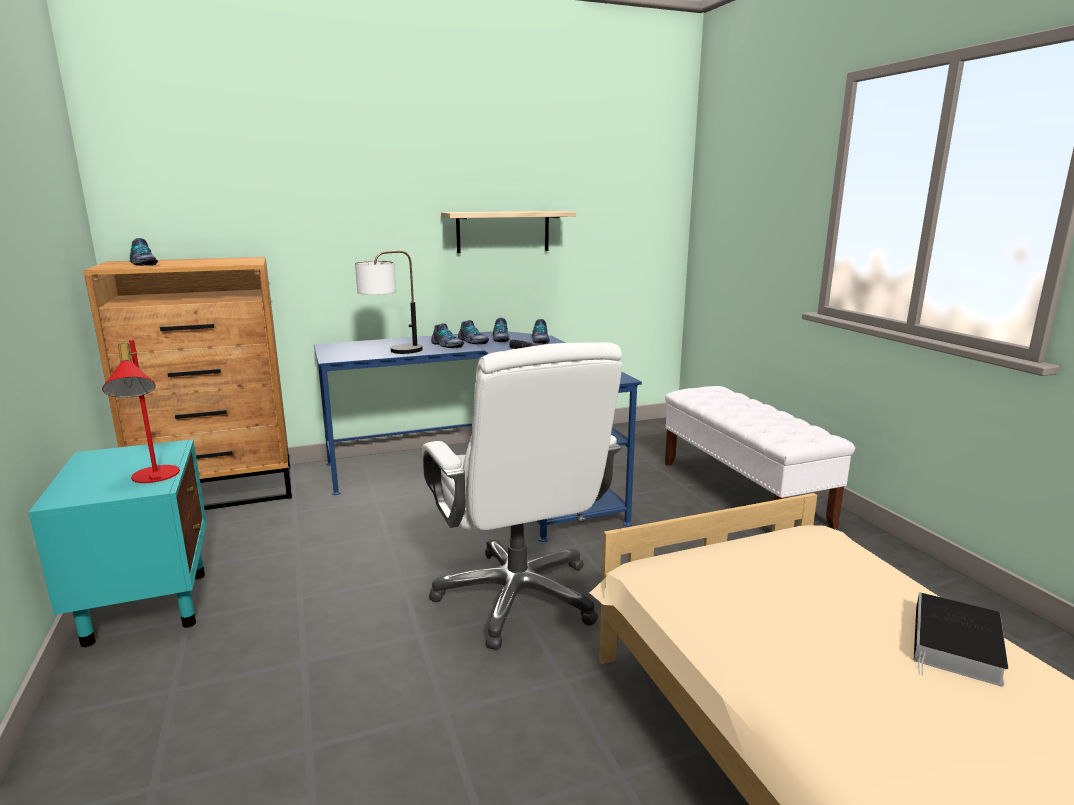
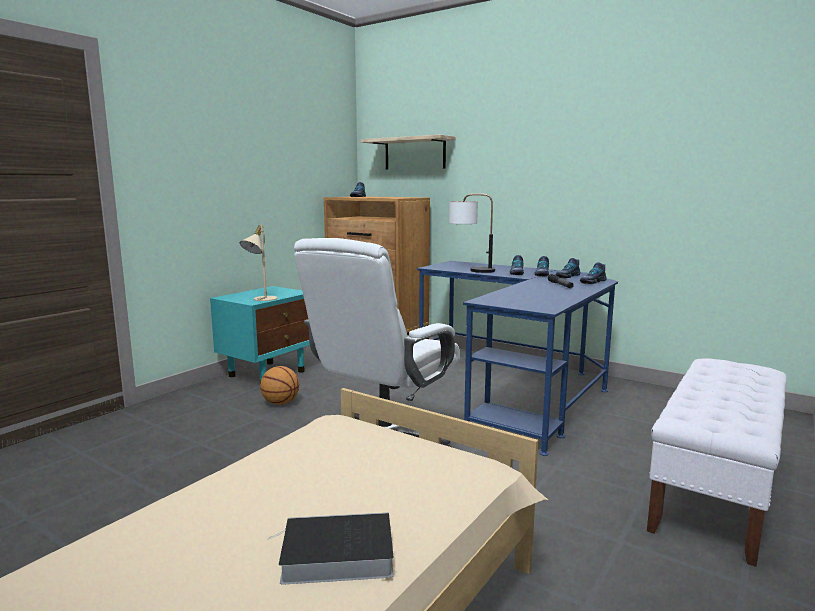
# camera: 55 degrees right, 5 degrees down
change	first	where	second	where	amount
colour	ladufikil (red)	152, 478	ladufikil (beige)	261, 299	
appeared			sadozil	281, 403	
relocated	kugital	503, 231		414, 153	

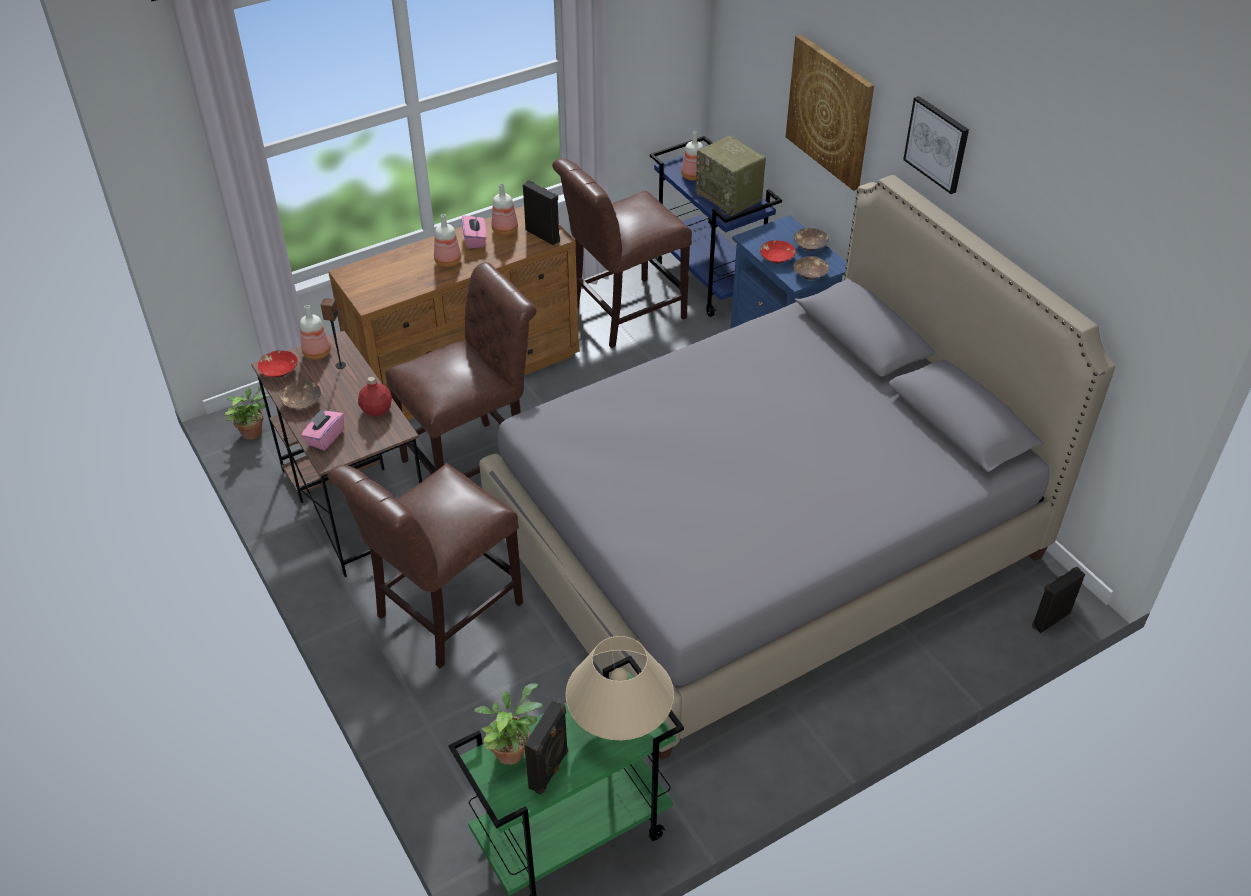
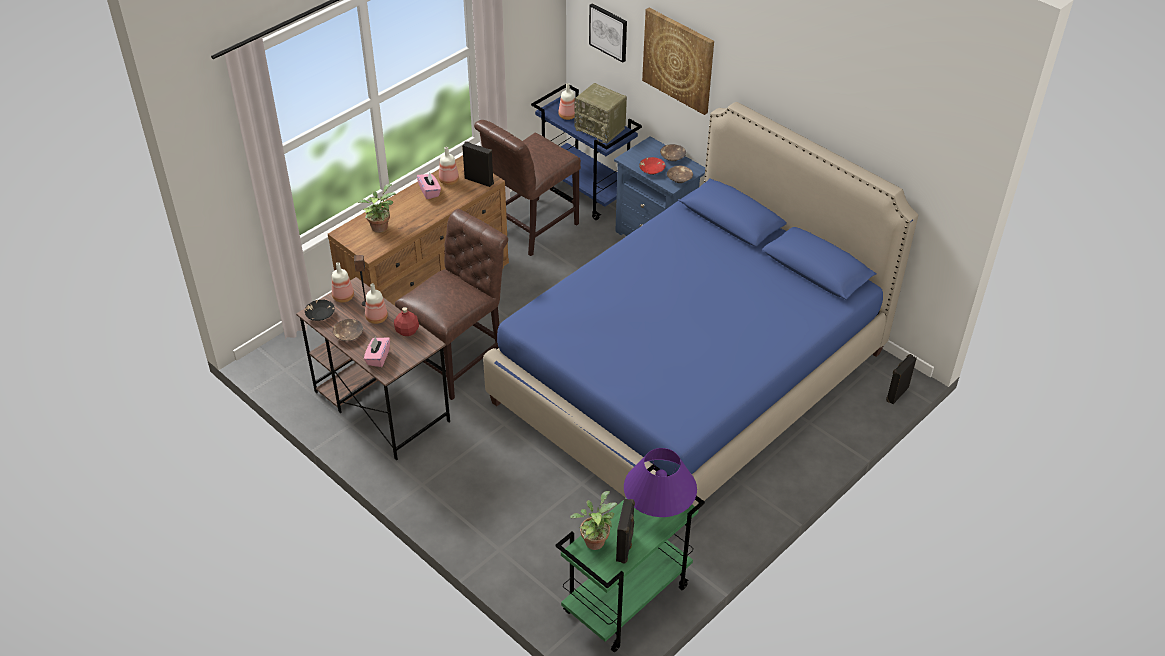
# camera: 15 degrees left, 0 degrees up
change	first	where	second	where	amount
colour	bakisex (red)	279, 370	bakisex (black)	320, 314	
relocated	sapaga	253, 431		380, 226	
relocated	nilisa	447, 262		376, 318	
colour	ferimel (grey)	764, 540	ferimel (blue)	689, 377	
relocated	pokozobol	937, 144		609, 32	
colour	ladufikil (beige)	620, 719	ladufikil (purple)	659, 506	
missing	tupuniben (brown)	442, 613			

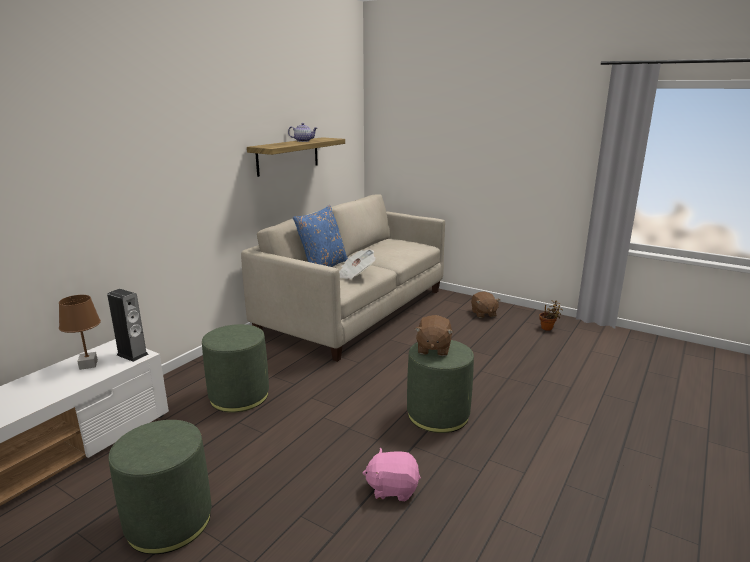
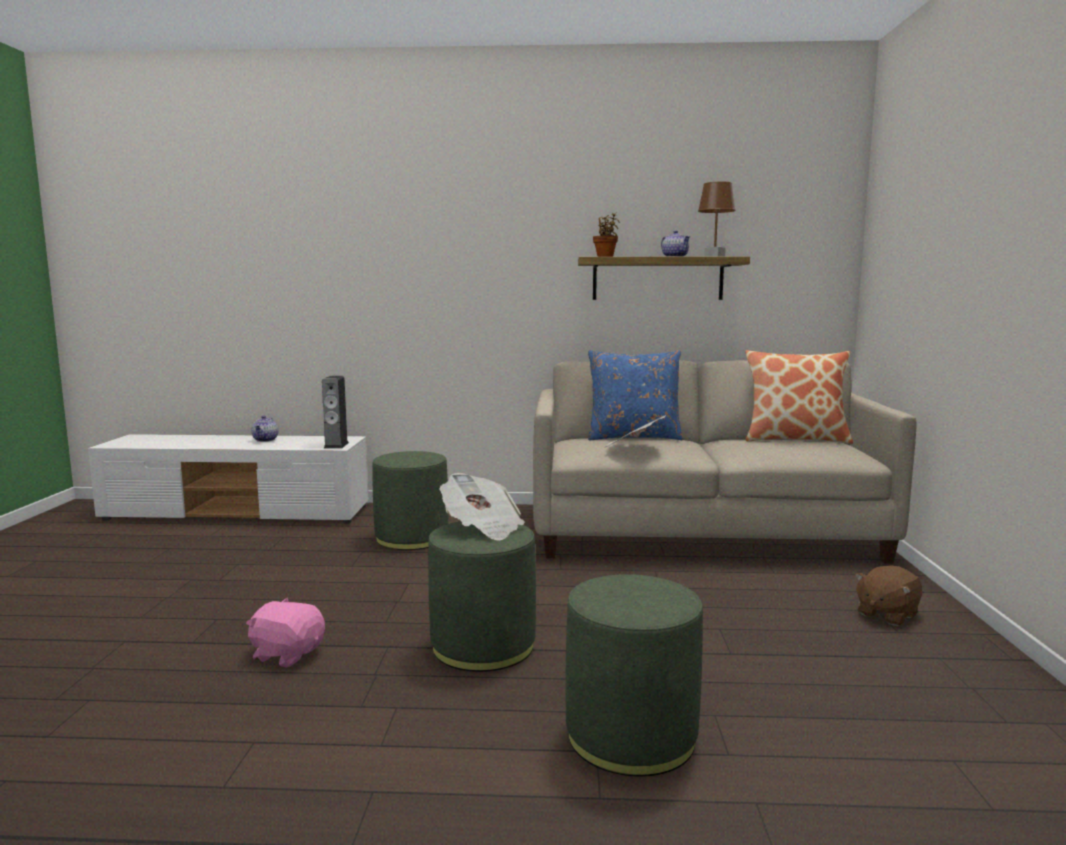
# camera: 60 degrees right, 10 degrees down
change	first	where	second	where	amount
spun	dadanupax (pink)	392, 488		287, 654	45 degrees counterclockwise
appeared			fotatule	265, 440	
exchanged	dadanupax (brown)	433, 349	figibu	482, 528	
relocated	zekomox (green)	169, 521		631, 735	
relocated	sapaga	548, 328		605, 257	
relocated	ladufikil (brown)	88, 365		714, 257	
appeared			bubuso	795, 439	

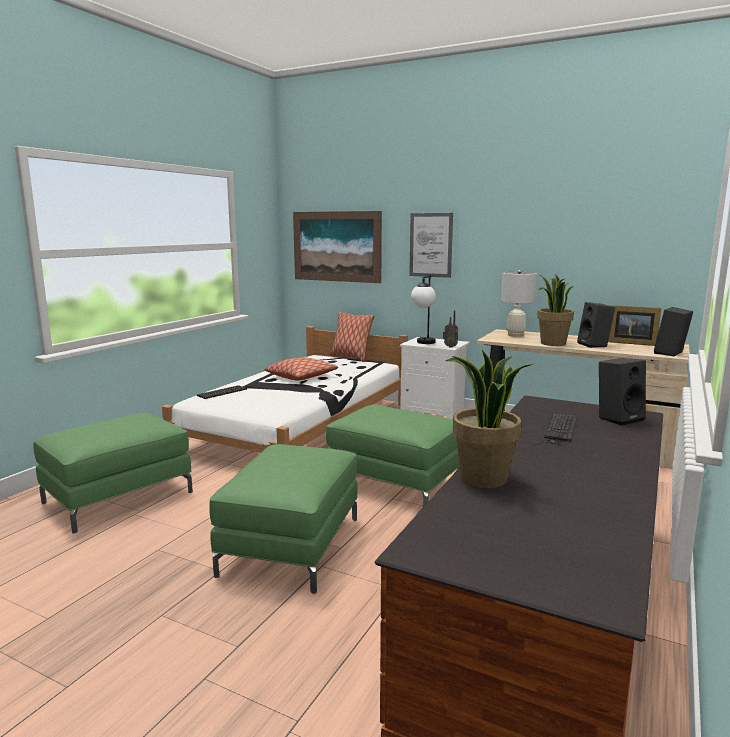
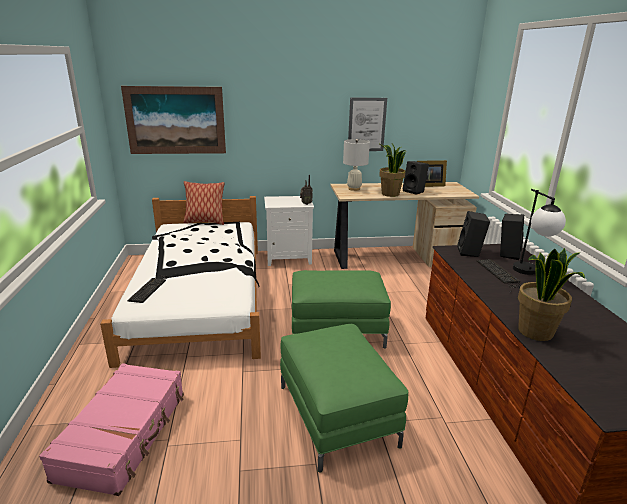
# camera: 35 degrees left, 10 degrees up
change	first	where	second	where	amount
exchanged	zekomox (green)	118, 497	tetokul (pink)	125, 434	
relocated	pokozobol	431, 245		367, 124	
relocated	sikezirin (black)	671, 353		470, 252	
relocated	ladufikil	423, 343		530, 274	
missing	bubuso	301, 377			

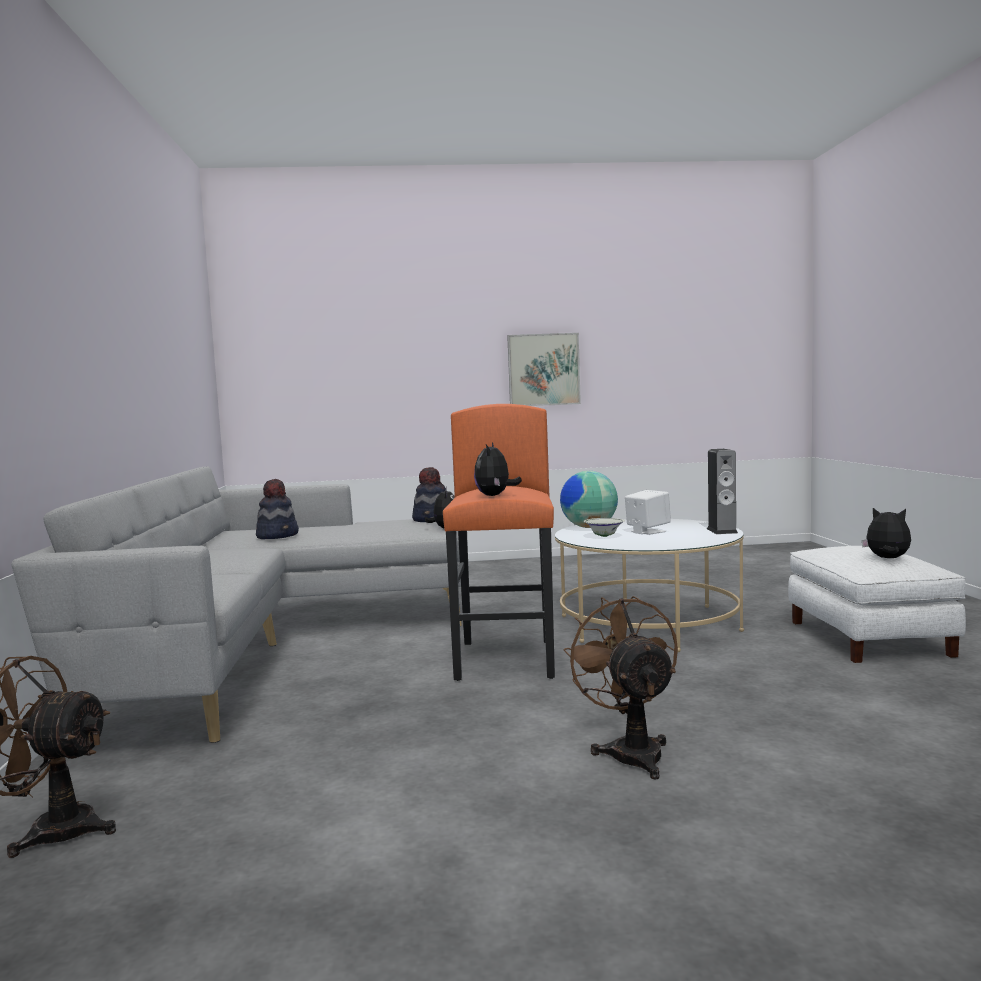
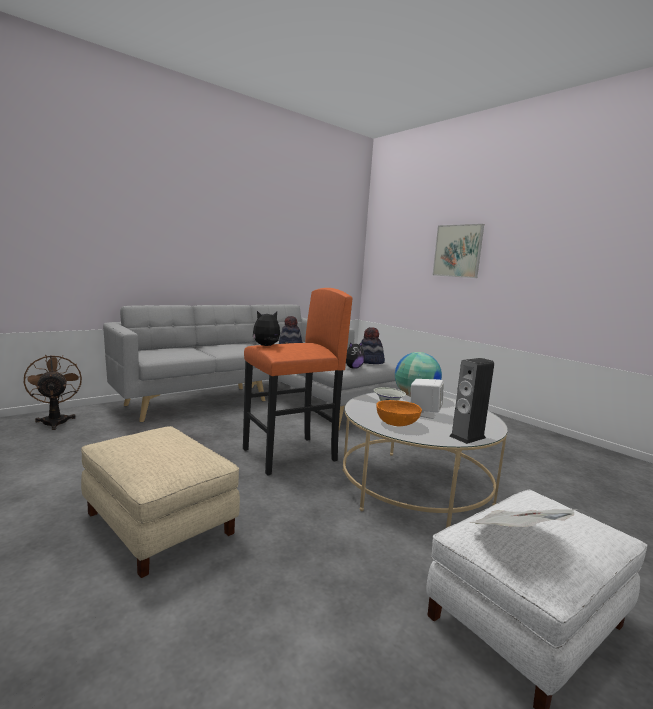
# camera: 55 degrees right, 5 degrees up
change	first	where	second	where	amount
exchanged	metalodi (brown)	631, 751	zekomox (beige)	158, 524	
appeared			bakisex (orange)	397, 423	
relocated	pokozobol	543, 370		457, 251	
exchanged	dadanupax	887, 558	figibu	516, 538	

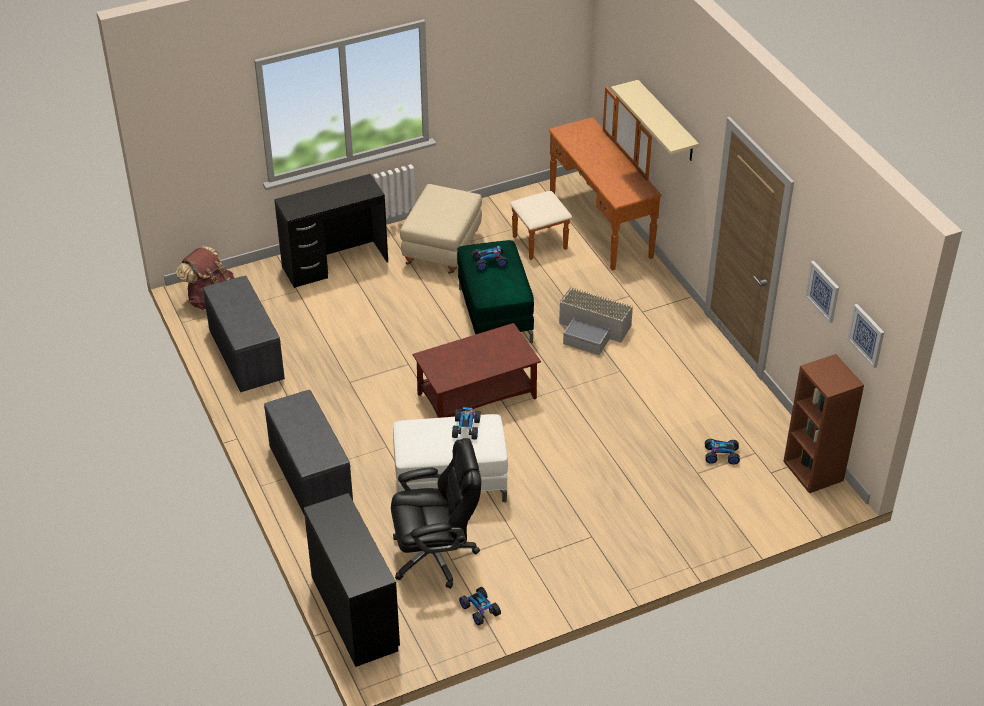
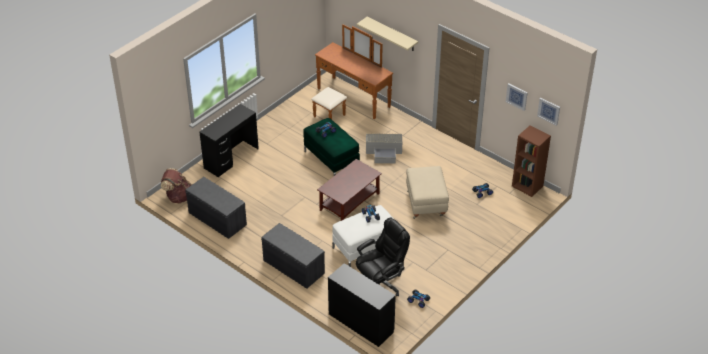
# camera: 25 degrees left, 0 degrees up
change	first	where	second	where	amount
relocated	zekomox (beige)	442, 250		426, 204	

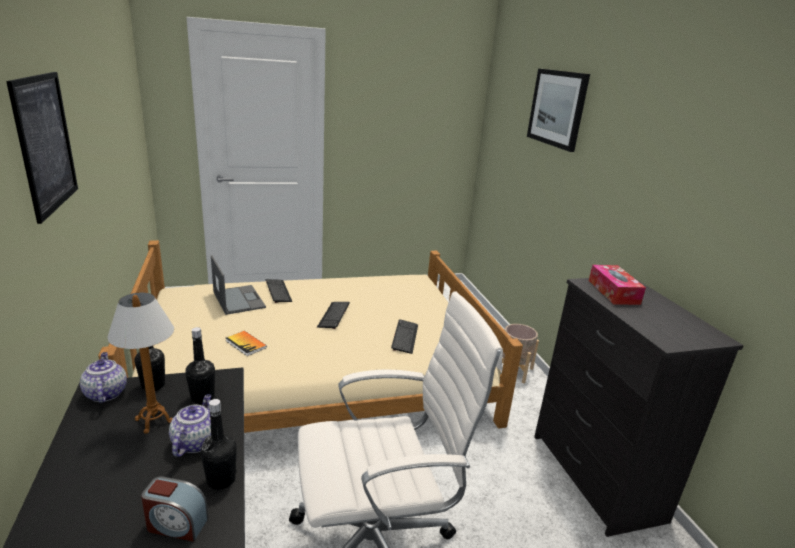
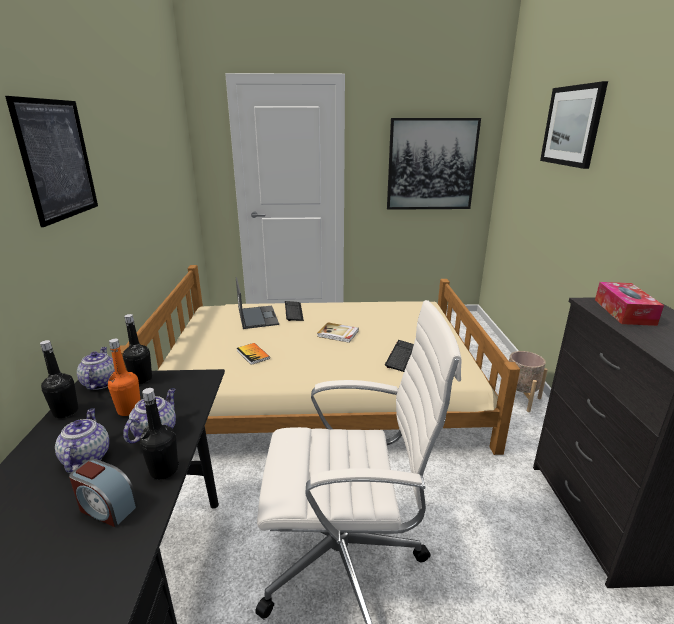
# camera: 15 degrees right, 0 degrees up
change	first	where	second	where	amount
relocated	nilisa (black)	202, 397		66, 412	
appeared			fotatule	86, 457	
exchanged	ladufikil	154, 421	nilisa (orange)	129, 410	
exchanged	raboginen	334, 315	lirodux	338, 334	
appeared			pokozobol	431, 165	

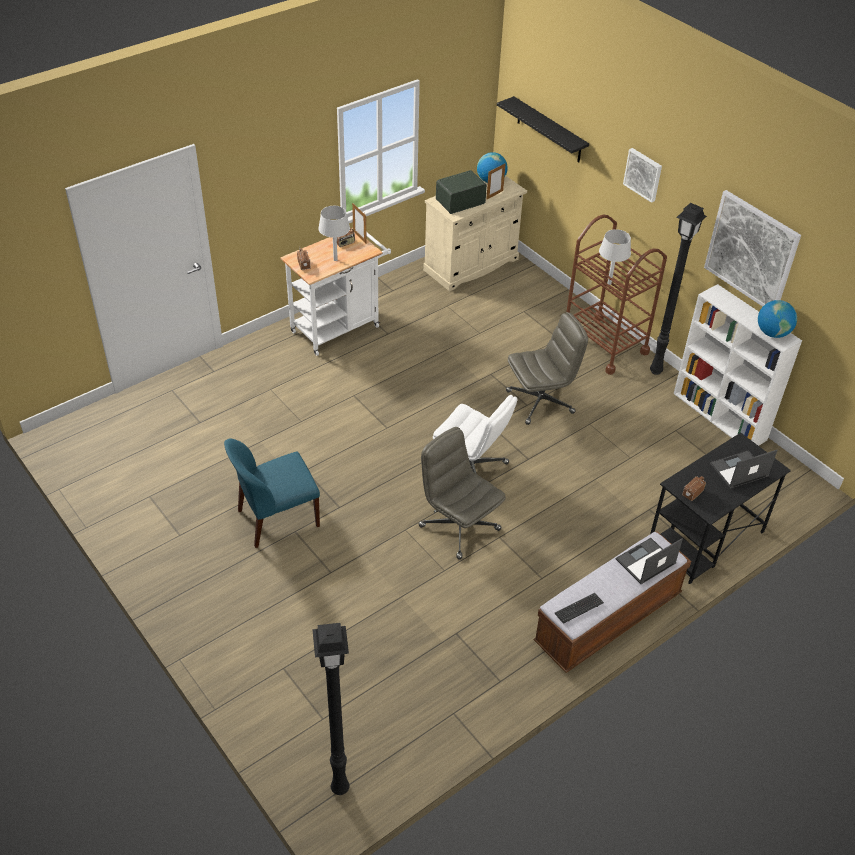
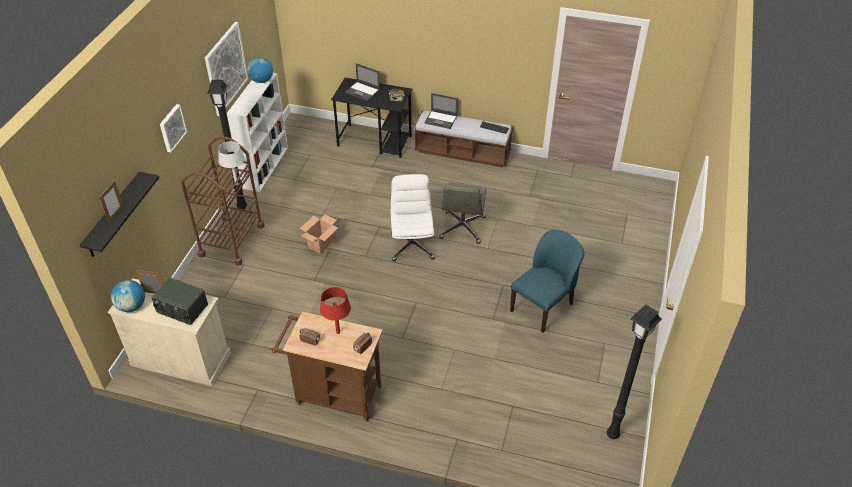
# camera: 125 degrees left, 0 degrees up
change	first	where	second	where	amount
relocated	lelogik	359, 237		116, 214	
colour	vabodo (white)	339, 326	vabodo (brown)	334, 394	
exchanged	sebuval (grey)	541, 401	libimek	321, 244	
colour	ladufikil (grey)	335, 259	ladufikil (red)	338, 332	
spun	tupuniben (blue)	276, 519		542, 307	75 degrees counterclockwise
relocated	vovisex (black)	341, 787		611, 435	

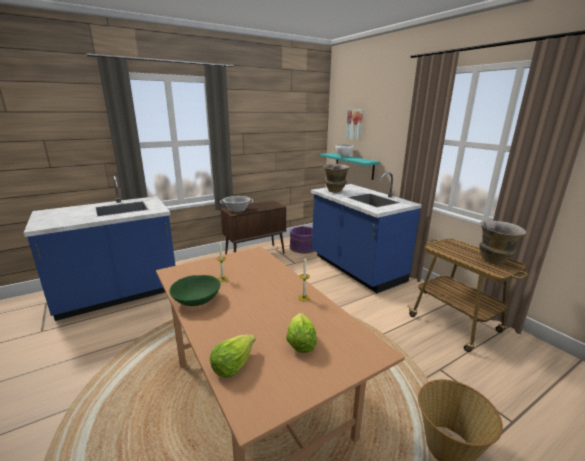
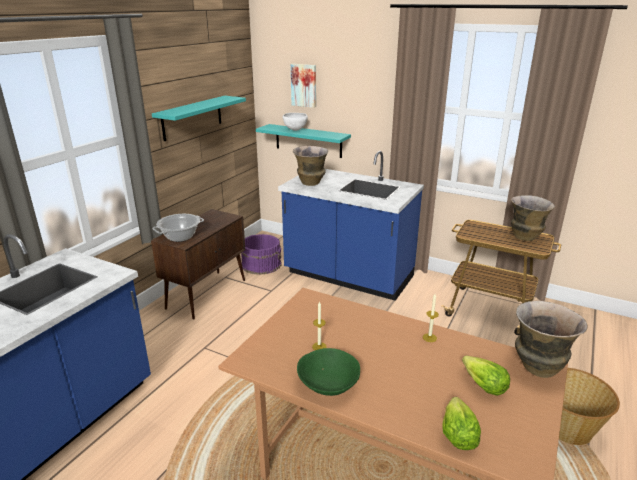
# camera: 30 degrees left, 5 degrees up
change	first	where	second	where	amount
appeared			kugital (turquoise)	192, 117	
appeared			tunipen	537, 367	

